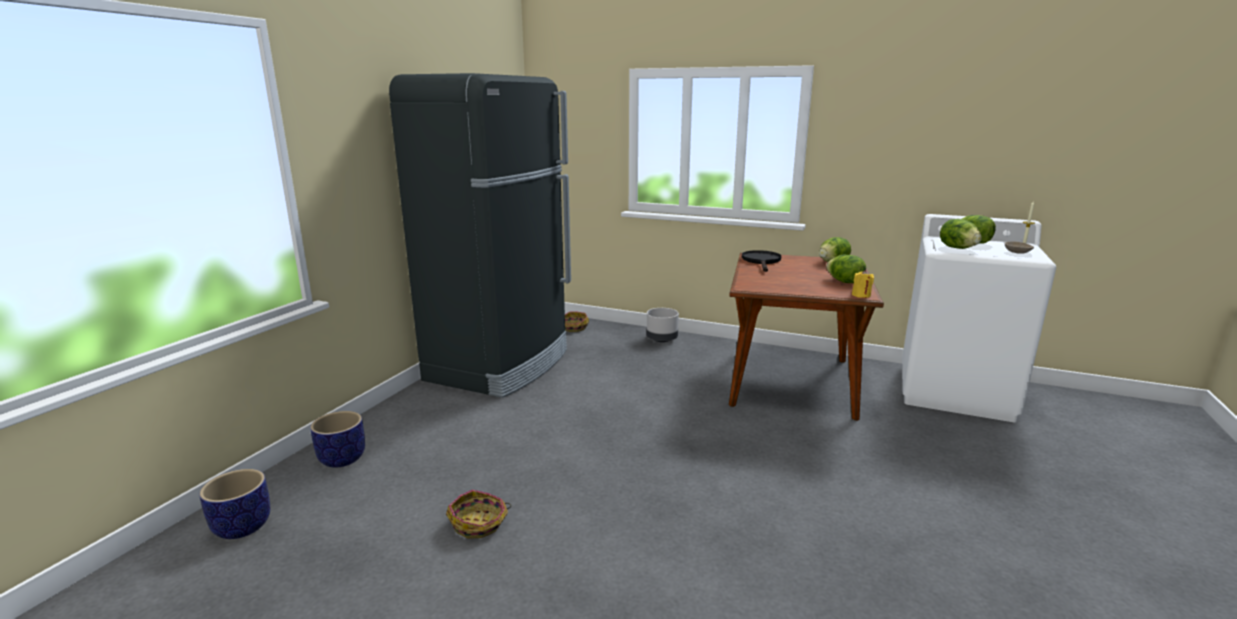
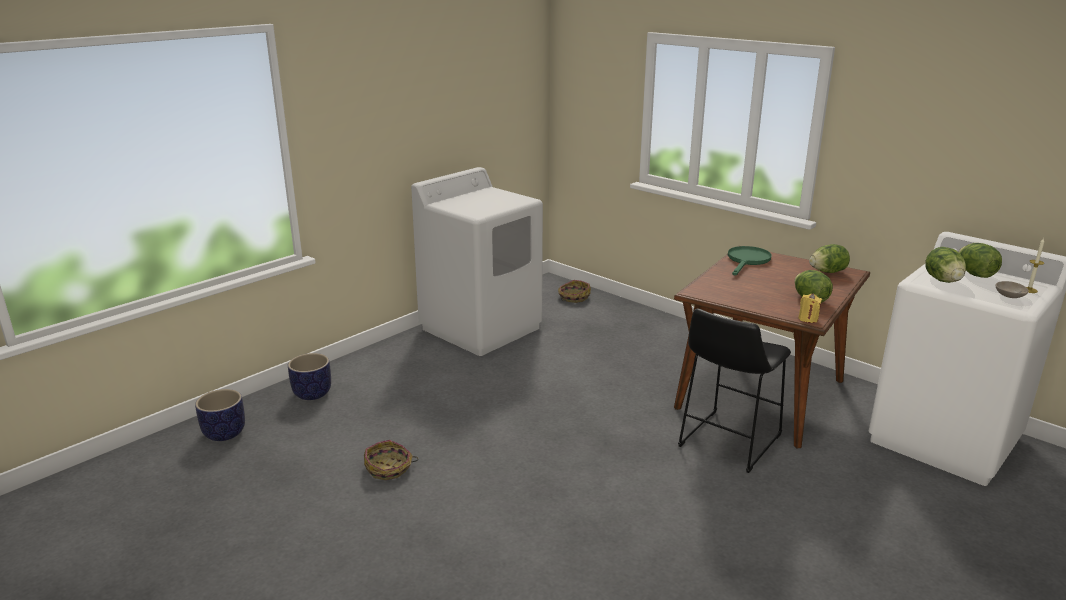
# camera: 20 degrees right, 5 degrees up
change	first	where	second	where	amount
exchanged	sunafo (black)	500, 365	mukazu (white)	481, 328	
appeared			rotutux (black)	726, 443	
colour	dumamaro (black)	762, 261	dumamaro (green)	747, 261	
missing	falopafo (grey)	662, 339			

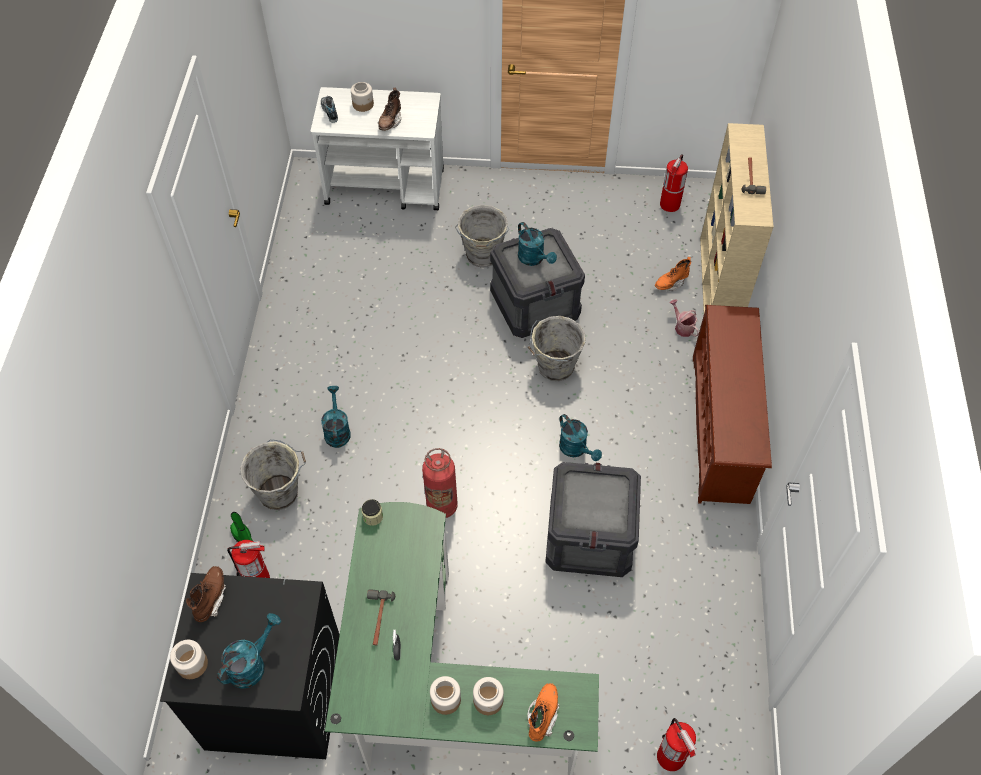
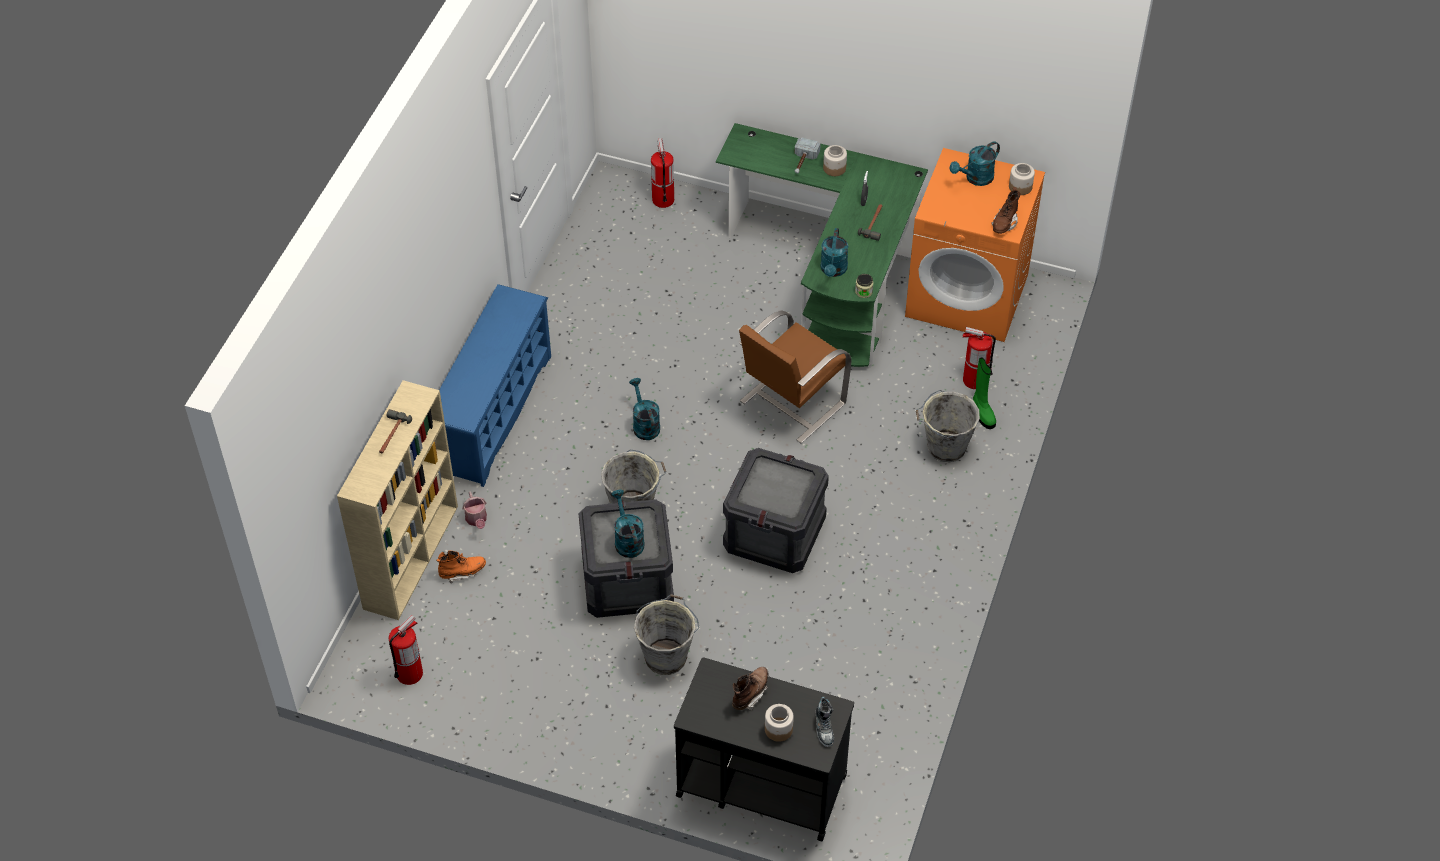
# camera: 165 degrees left, 5 degrees down
change	first	where	second	where	amount
colour	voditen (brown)	722, 429	voditen (blue)	493, 412	
colour	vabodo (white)	386, 187	vabodo (black)	760, 784	
relocated	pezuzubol	590, 537		773, 533	
exchanged	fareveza	442, 506	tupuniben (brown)	791, 403	
exchanged	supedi	488, 700	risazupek	803, 162	
relocated	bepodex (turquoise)	337, 430		833, 270	
colour	mukazu (black)	274, 697	mukazu (orange)	968, 295	
missing	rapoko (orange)	542, 715			

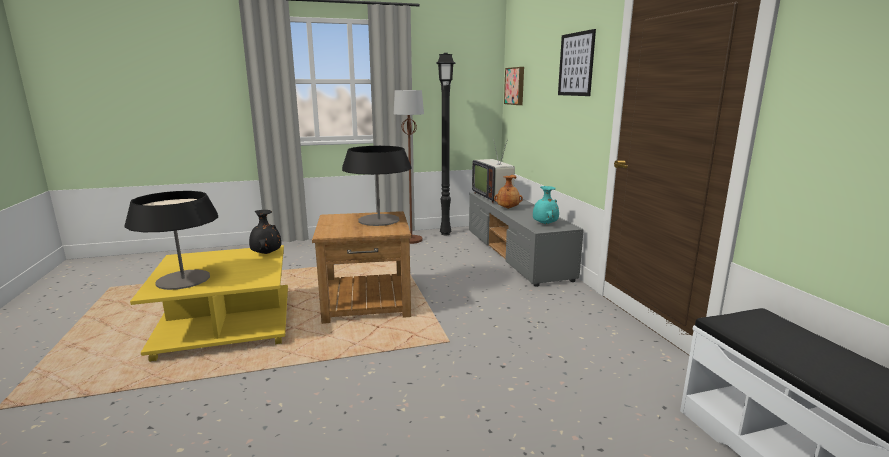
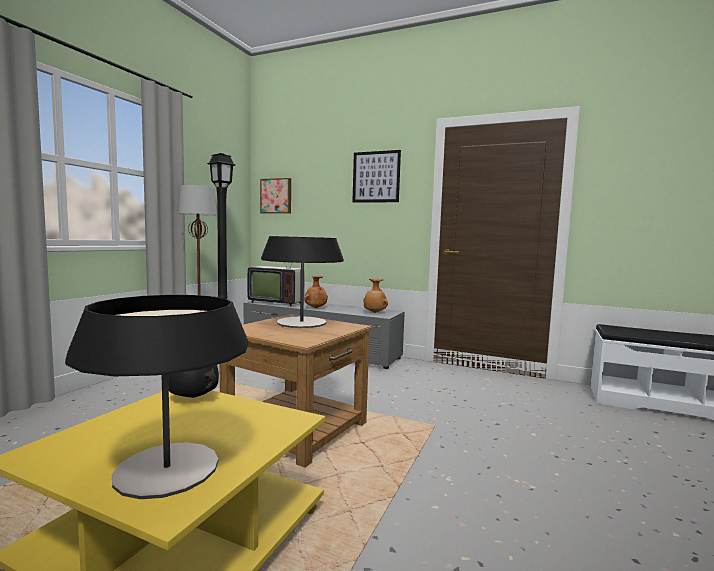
# camera: 50 degrees left, 10 degrees down
change	first	where	second	where	amount
colour	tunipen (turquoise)	544, 224	tunipen (brown)	374, 312	

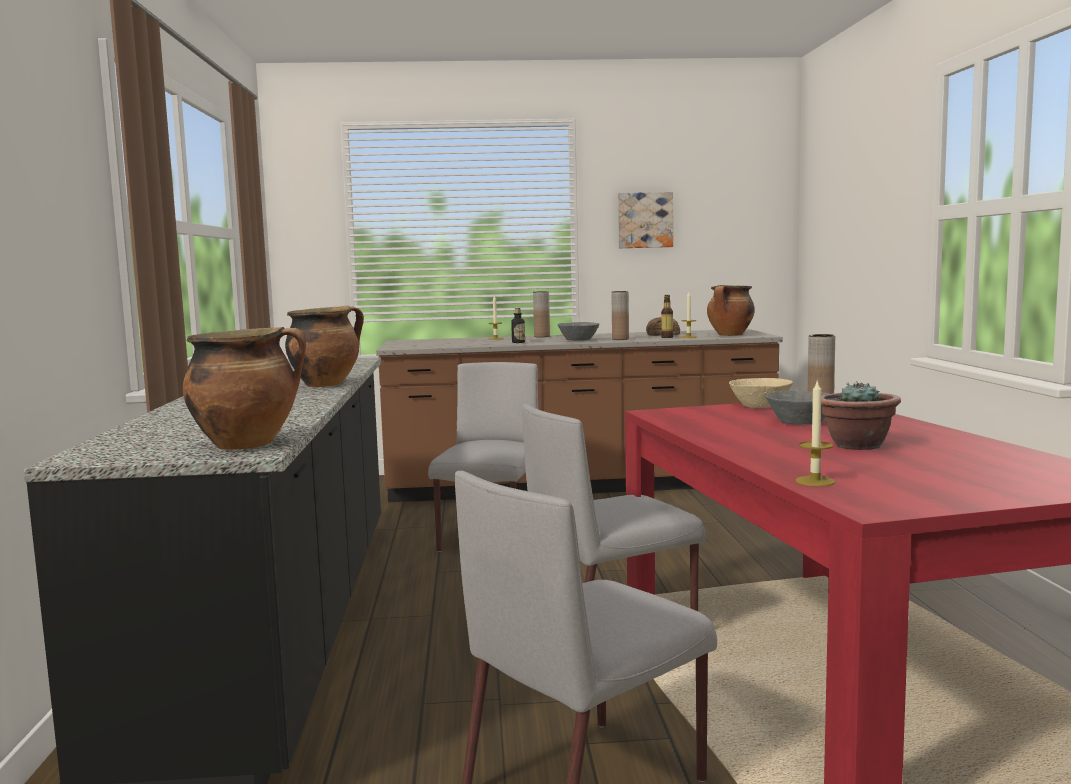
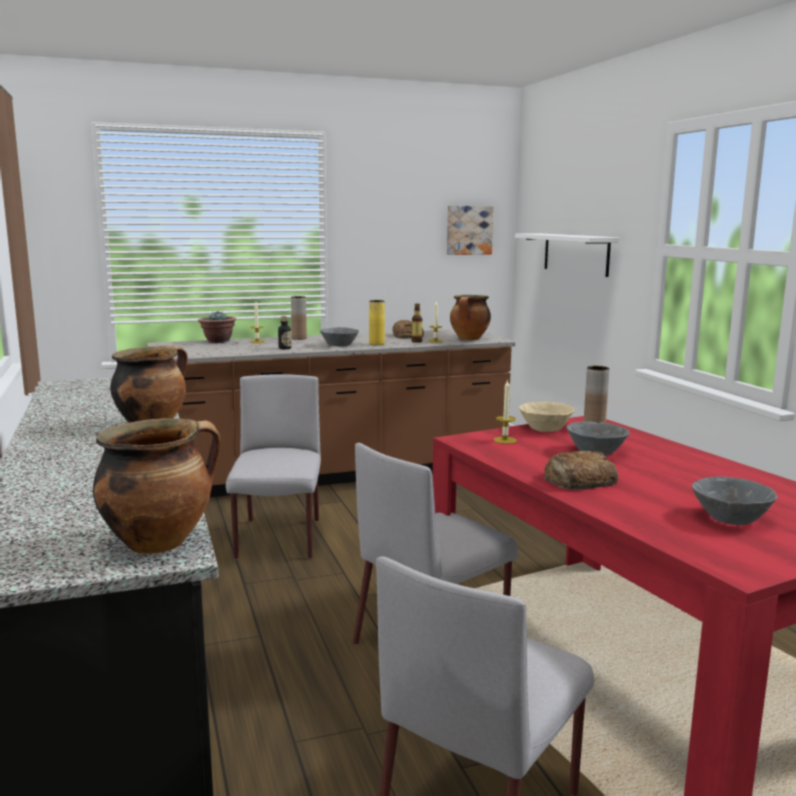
# camera: 15 degrees left, 5 degrees up
change	first	where	second	where	amount
relocated	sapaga	856, 445		218, 341	
colour	tunipen (brown)	620, 339	tunipen (yellow)	376, 344	
relocated	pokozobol	645, 220		468, 230	
relocated	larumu	815, 481		505, 440	
appeared			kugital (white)	575, 254	
appeared			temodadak	578, 480	
appeared			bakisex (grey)	730, 518	

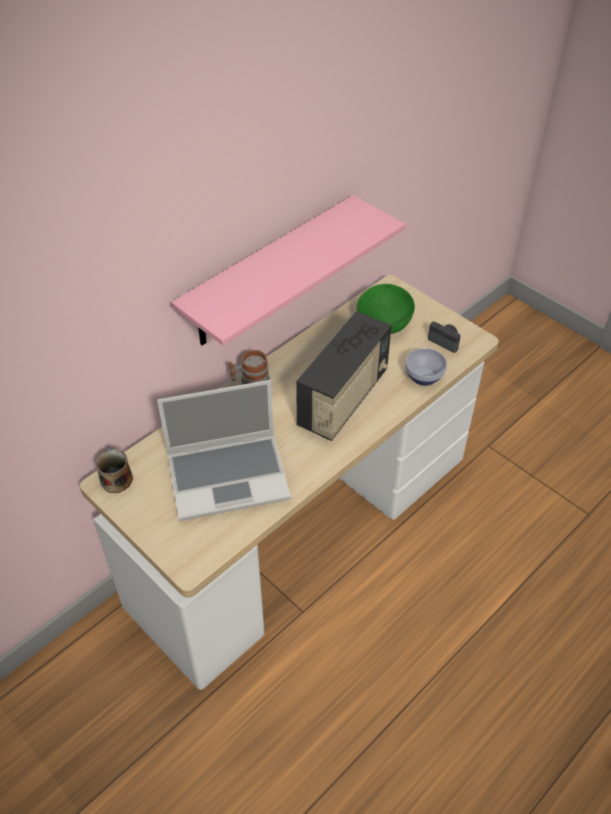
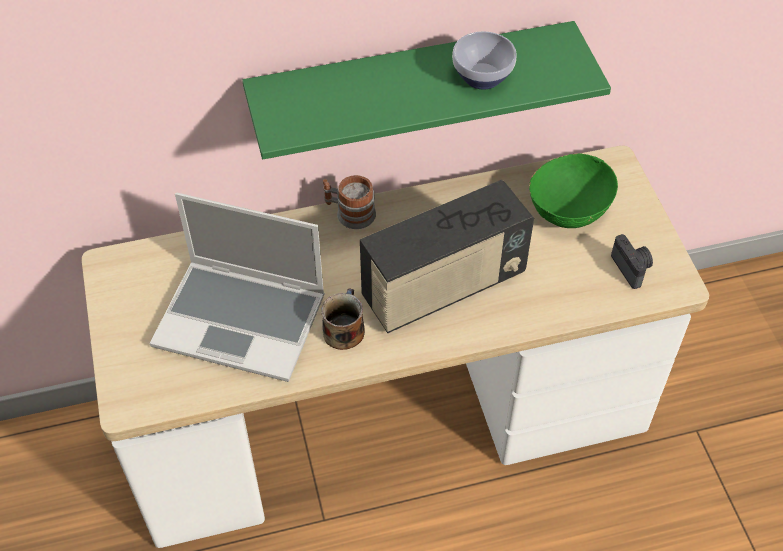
# camera: 30 degrees right, 5 degrees up
change	first	where	second	where	amount
colour	kugital (pink)	269, 273	kugital (green)	411, 86	
relocated	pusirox	116, 478		343, 329	
relocated	bakisex	425, 377		484, 77	

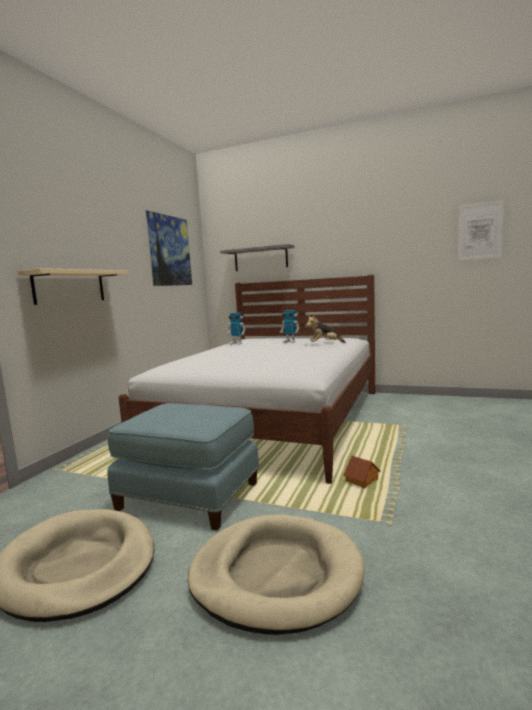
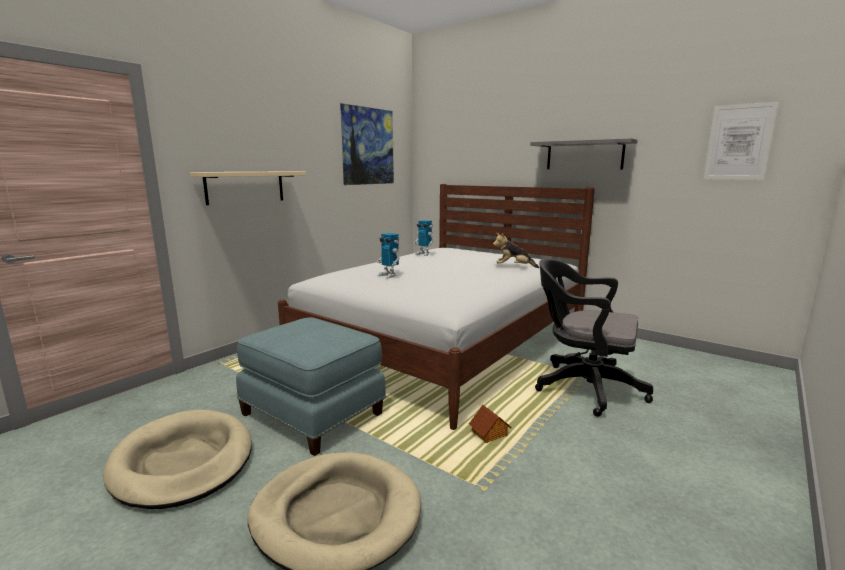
# camera: 15 degrees right, 5 degrees up
change	first	where	second	where	amount
relocated	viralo	290, 342		388, 275	
relocated	kugital (grey)	260, 258		584, 155	
appeared			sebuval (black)	583, 387	

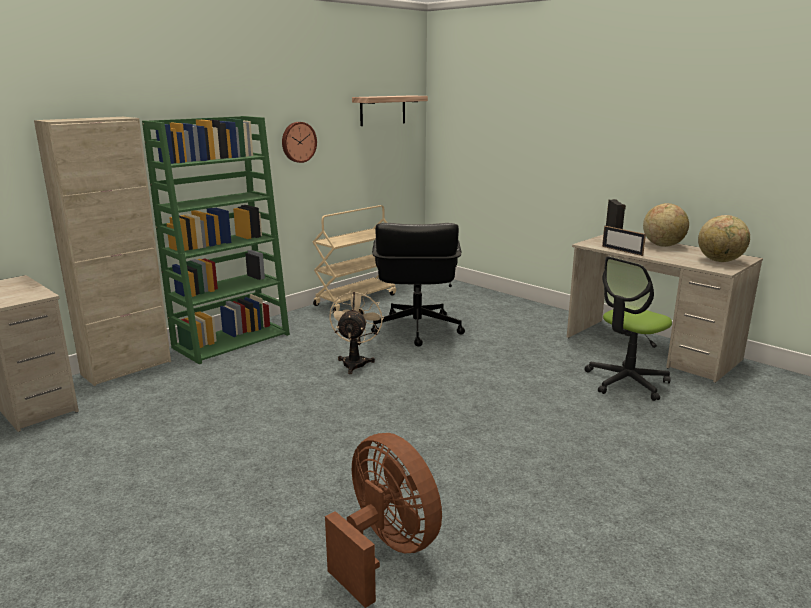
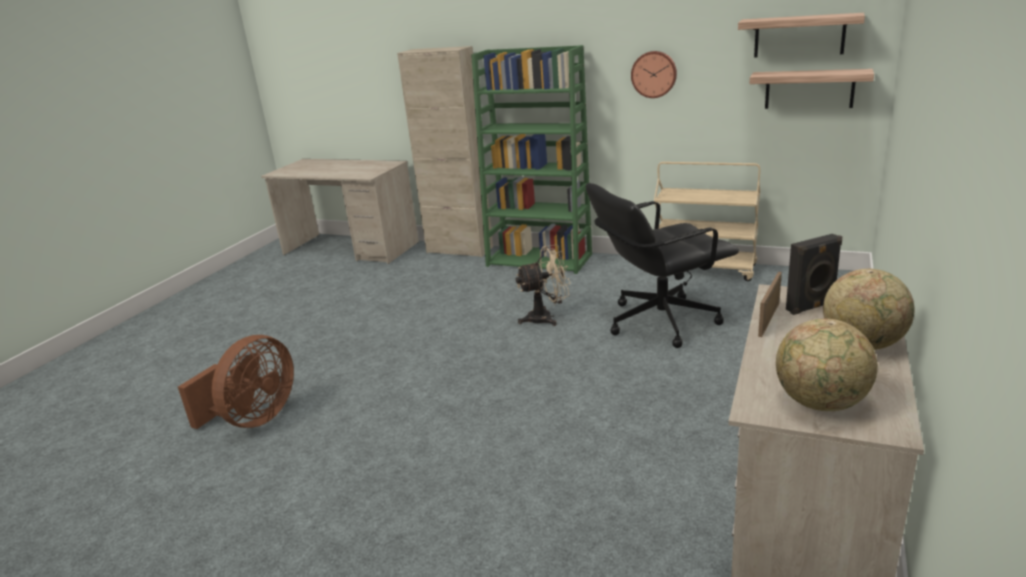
# camera: 70 degrees right, 5 degrees up
change	first	where	second	where	amount
appeared			kugital	809, 89	
missing	sebuval	626, 382			

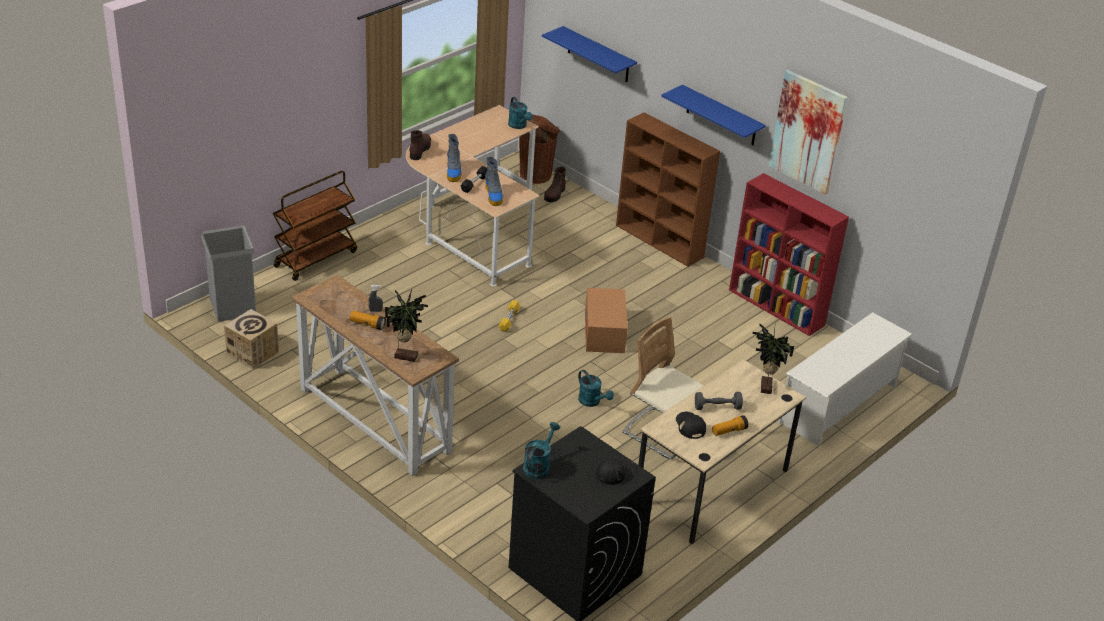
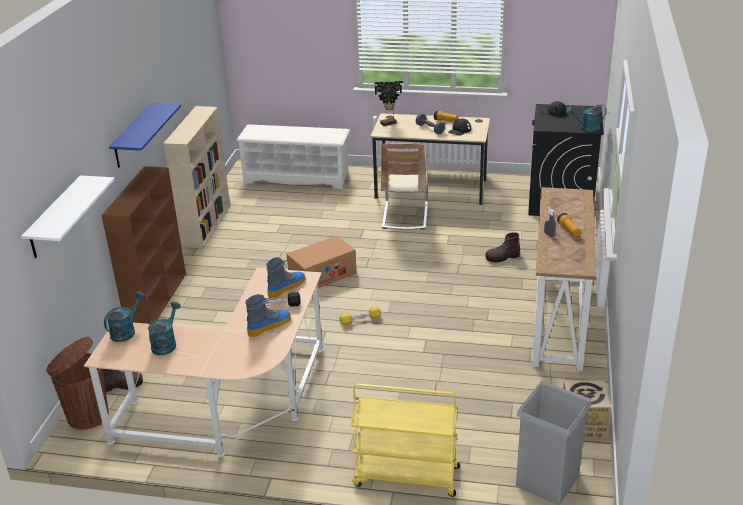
# camera: 120 degrees left, 5 degrees down
change	first	where	second	where	amount
colour	kugital (blue)	598, 55	kugital (white)	55, 218	
relocated	bepodex (turquoise)	592, 402		166, 344	
colour	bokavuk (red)	777, 308	bokavuk (beige)	206, 224	
colour	vabodo (brown)	316, 258	vabodo (yellow)	405, 476	
relocated	rapoko (brown)	419, 150		502, 257	
missing	sapaga	406, 356			
missing	pokozobol	808, 132			

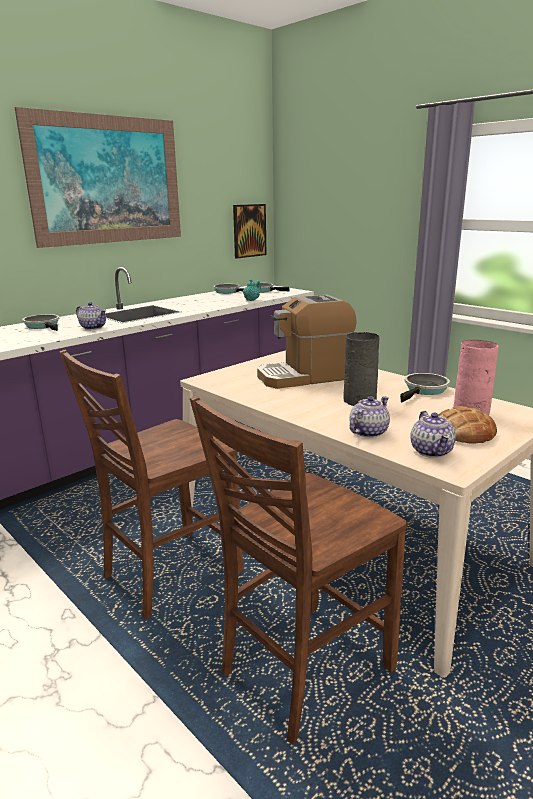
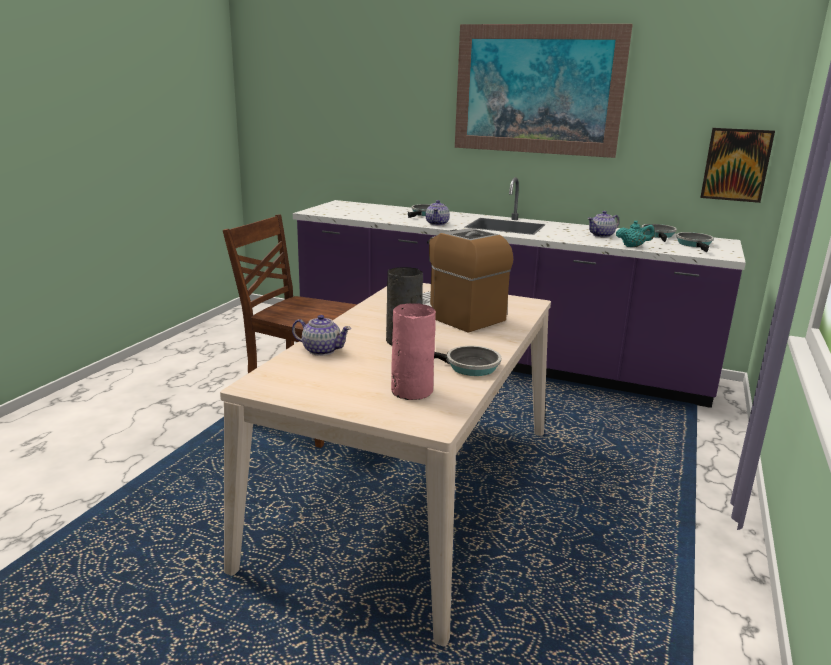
# camera: 65 degrees right, 0 degrees up
change	first	where	second	where	amount
relocated	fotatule	431, 451		602, 235	
missing	tupuniben (brown)	302, 670			
missing	temodadak	464, 432			

